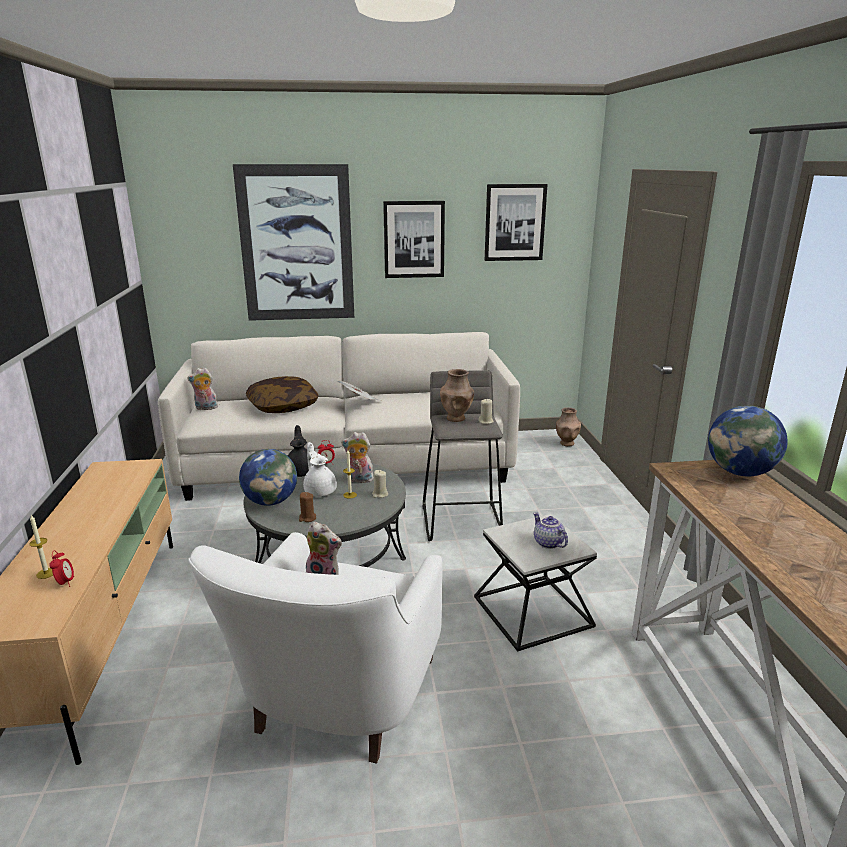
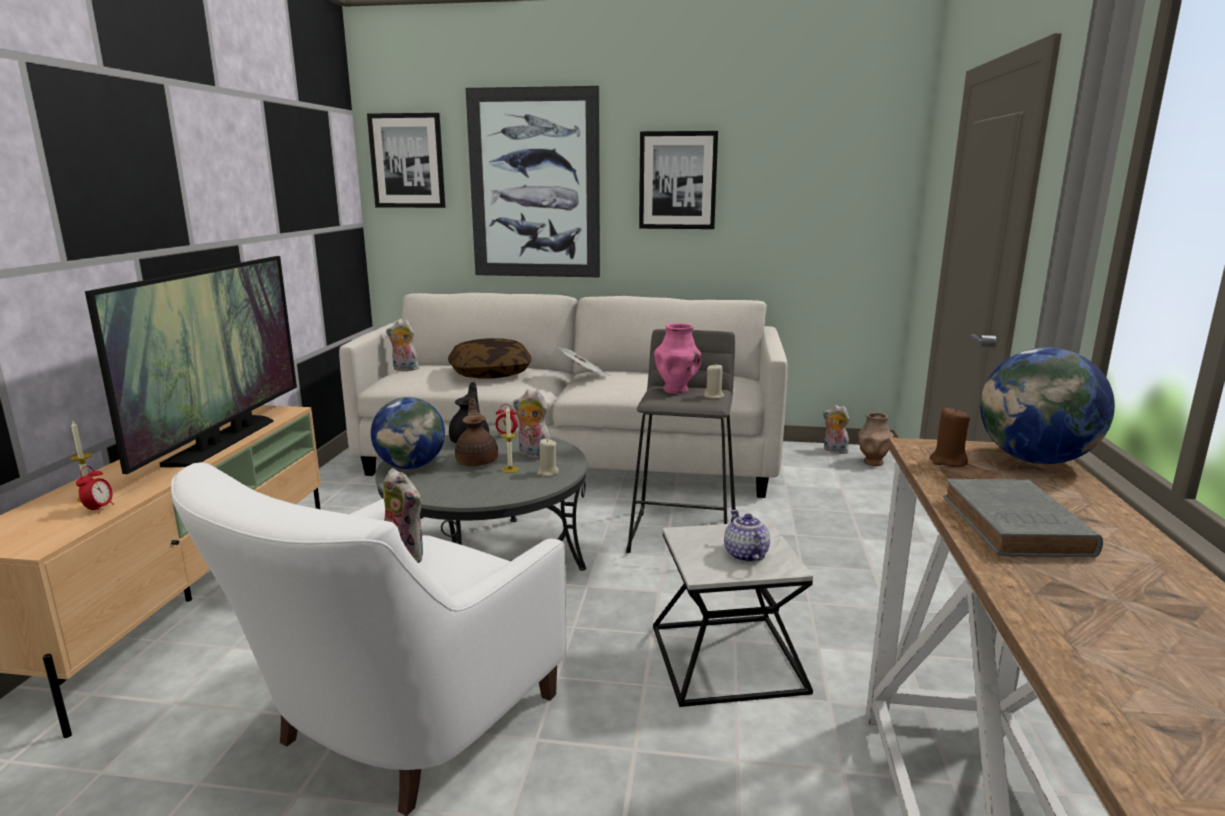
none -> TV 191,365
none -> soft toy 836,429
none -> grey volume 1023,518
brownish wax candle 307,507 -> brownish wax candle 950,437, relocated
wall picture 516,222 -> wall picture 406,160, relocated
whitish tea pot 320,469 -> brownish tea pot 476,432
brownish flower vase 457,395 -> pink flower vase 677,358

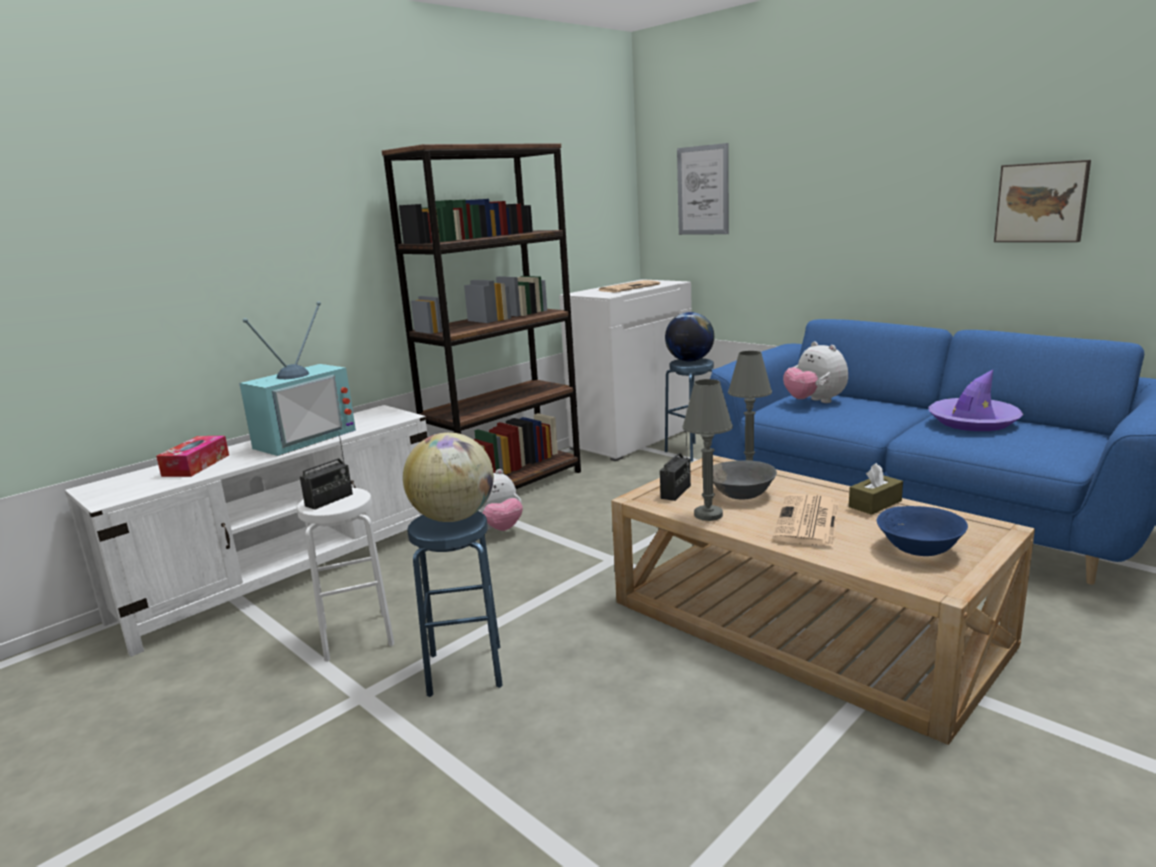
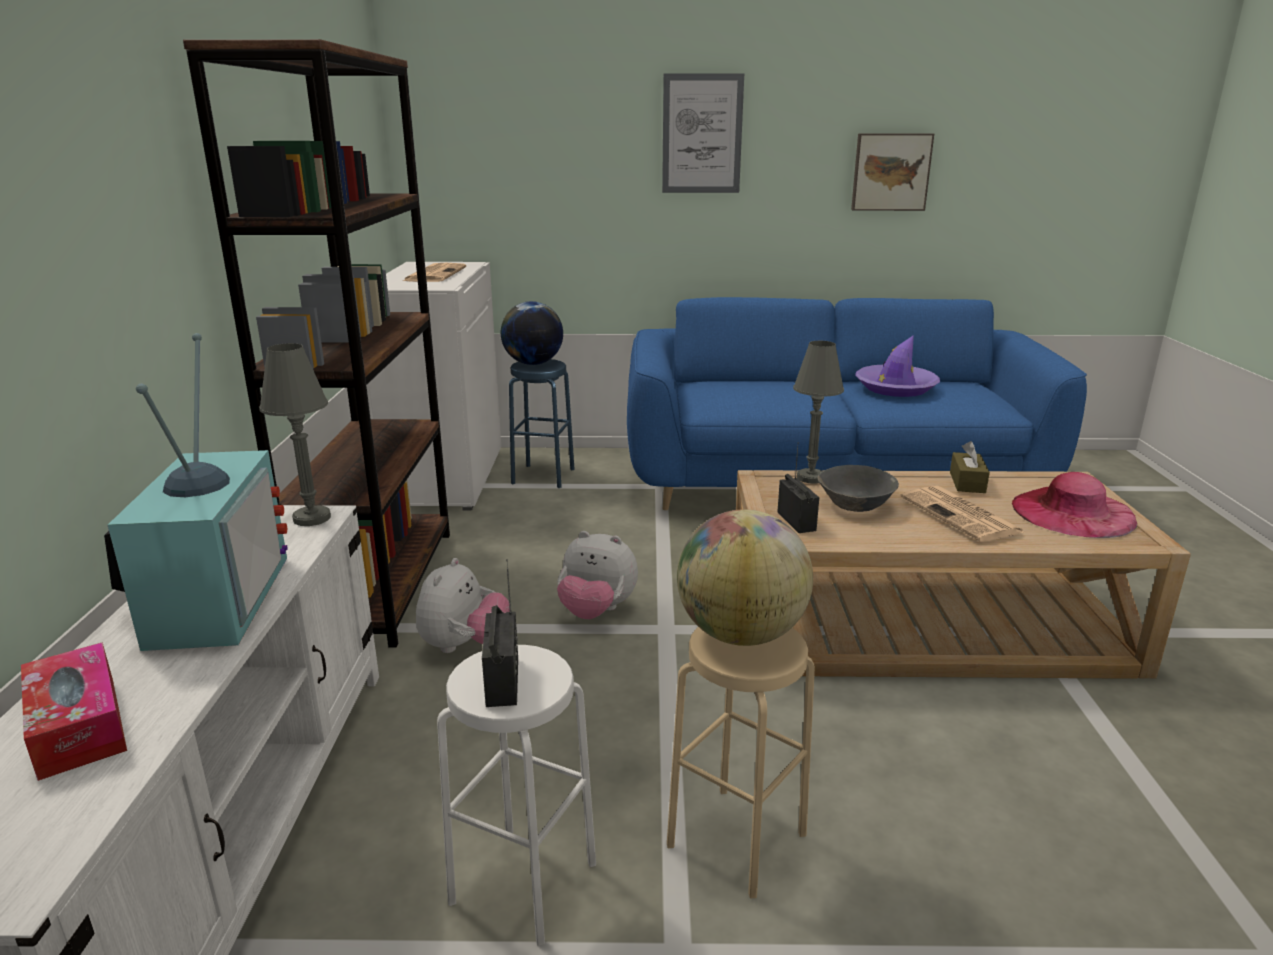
wall picture 703,189 -> wall picture 703,133, relocated
grey table lamp 707,450 -> grey table lamp 295,434, relocated
soft toy 815,372 -> soft toy 597,575, relocated
blue-coloured bowl 922,531 -> pink clothing hat 1074,505
blue-coloured sitting stool 455,604 -> beige sitting stool 741,762

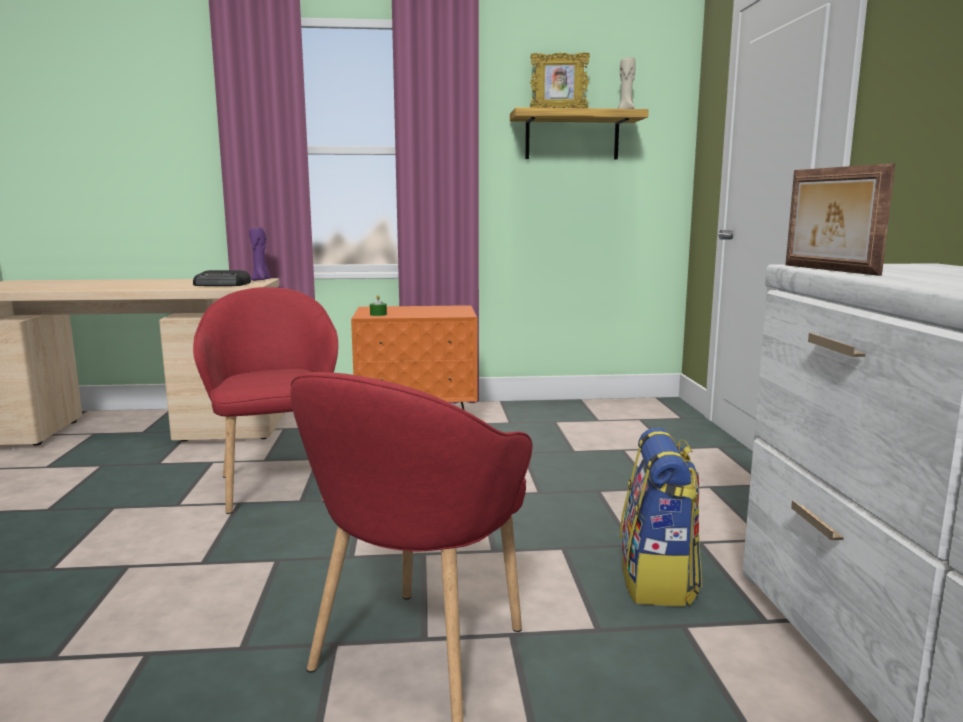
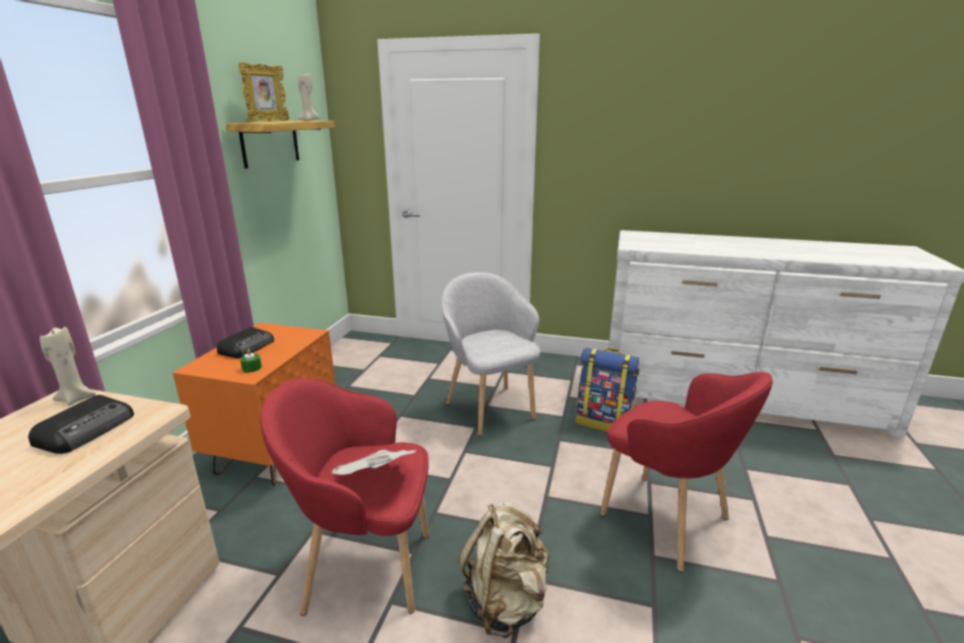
picture frame 840,219 -> none
none -> radio 245,342
none -> printed paper 374,462
none -> grey easy chair 491,354
none -> beige rucksack 504,569
purple wax candle 260,254 -> beige wax candle 68,366

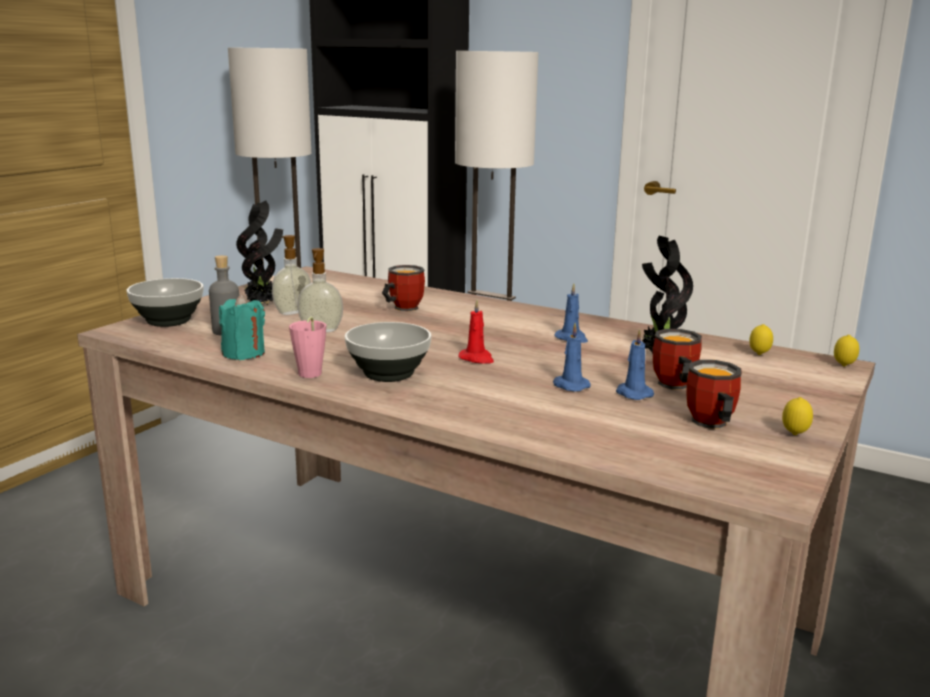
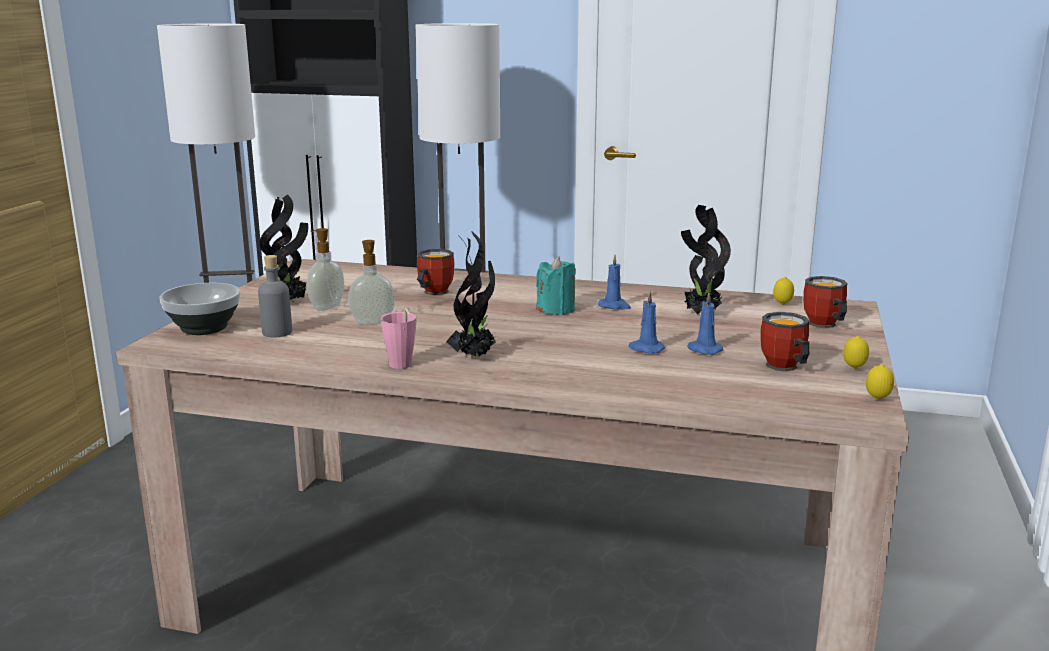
reddish wax candle 476,332 -> none
turquoise-coloured wax candle 242,327 -> turquoise-coloured wax candle 556,285, relocated
mug 677,359 -> mug 825,302, relocated
citrus fruit 846,351 -> citrus fruit 880,382, relocated
bowl 388,352 -> houseplant 472,294

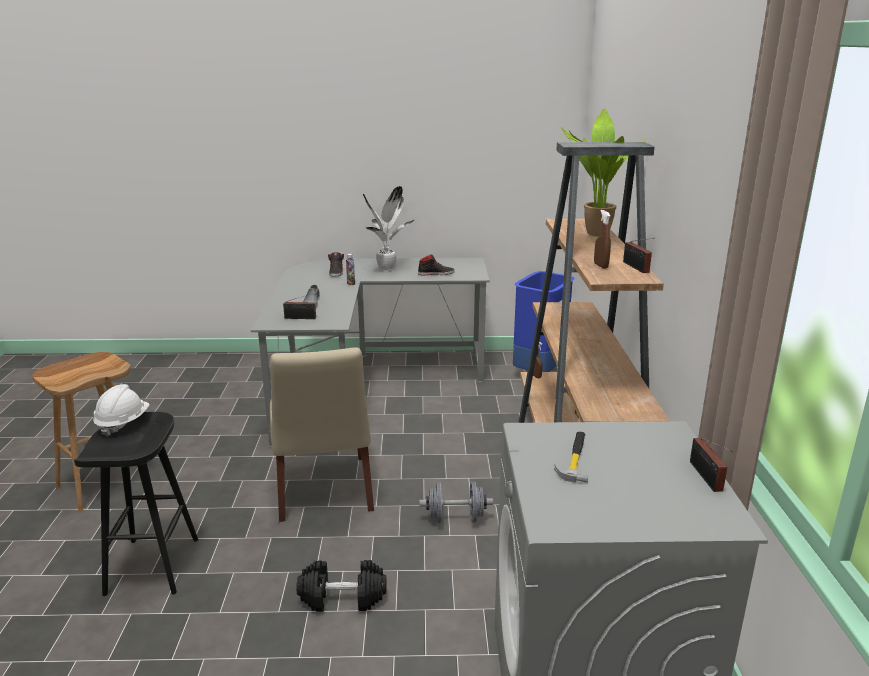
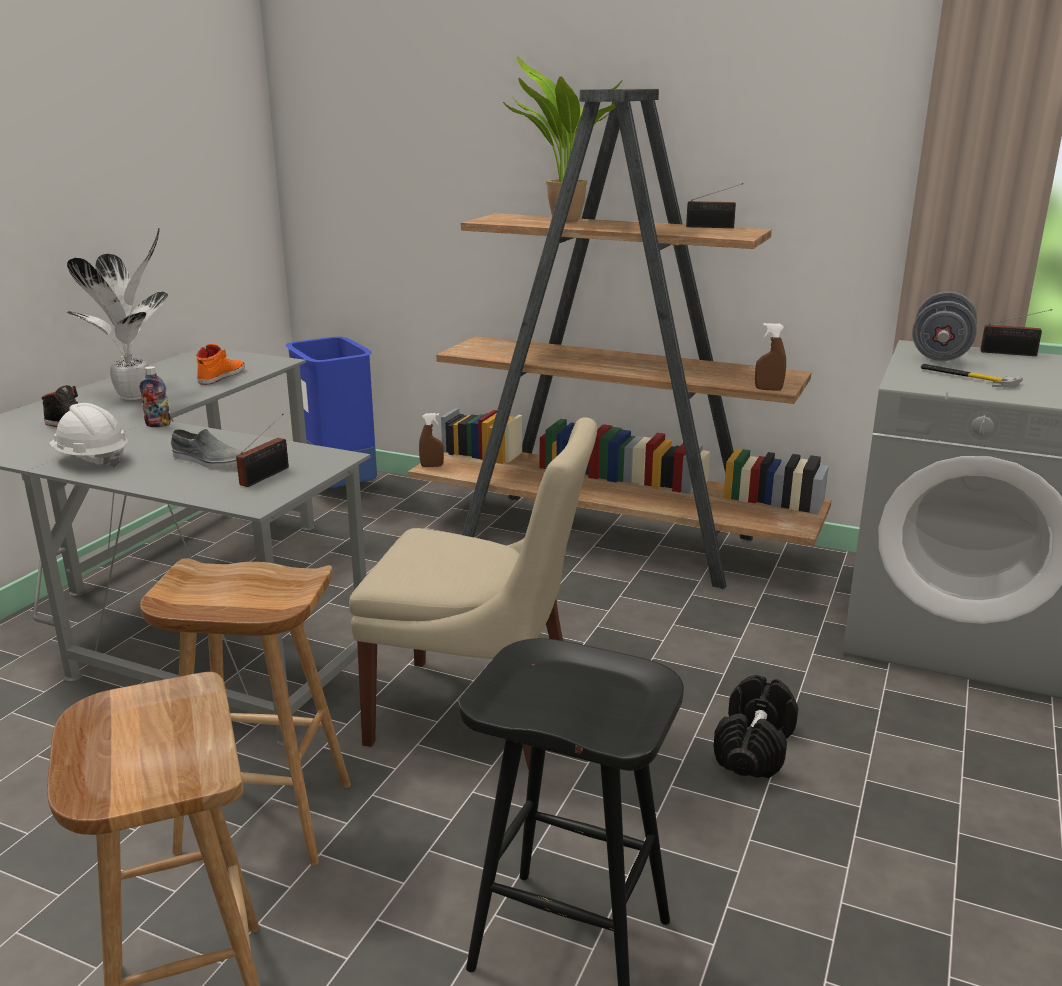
none -> brownish sitting stool 245,711
whitish work helmet 121,410 -> whitish work helmet 88,435, relocated
grey dumbbell 456,502 -> grey dumbbell 944,326, relocated
brownish hand sprayer 602,239 -> brownish hand sprayer 770,357, relocated
black shoe 436,264 -> orangey shoe 220,364

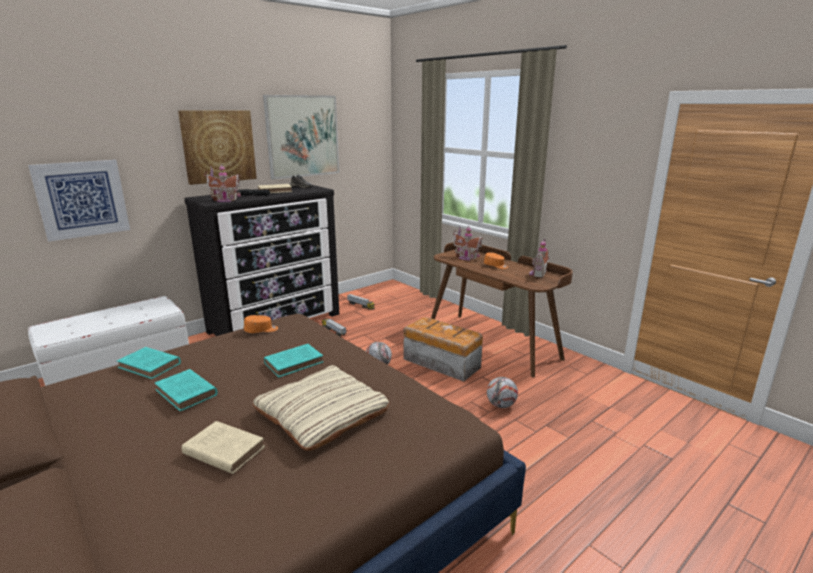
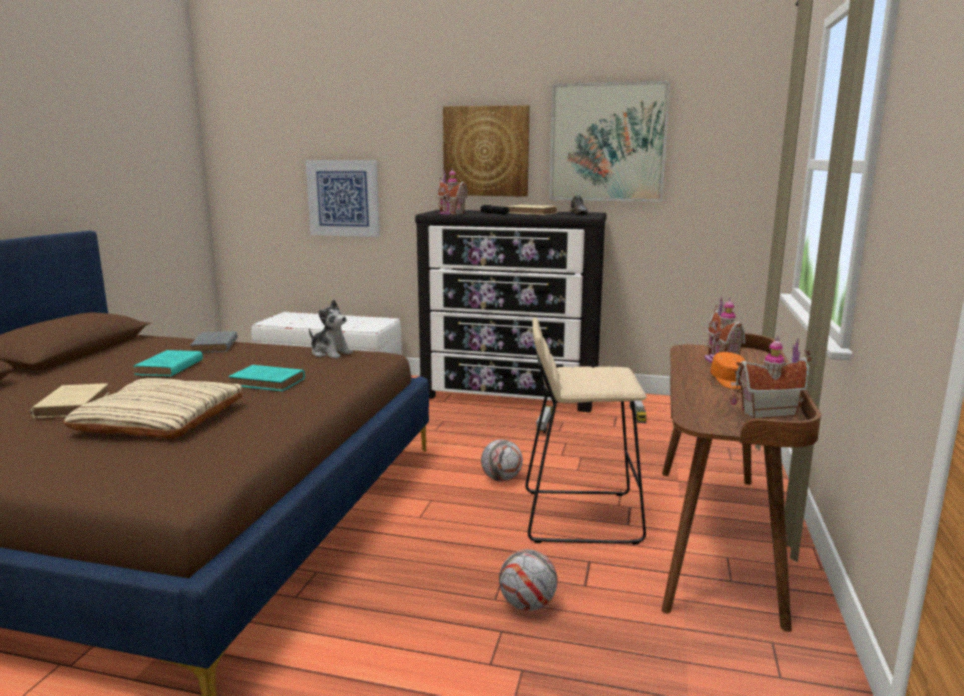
orangey cap 261,324 -> soft toy 331,329
storage container 443,349 -> beige sitting stool 586,431
turquoise-coloured volume 149,363 -> grey volume 214,342

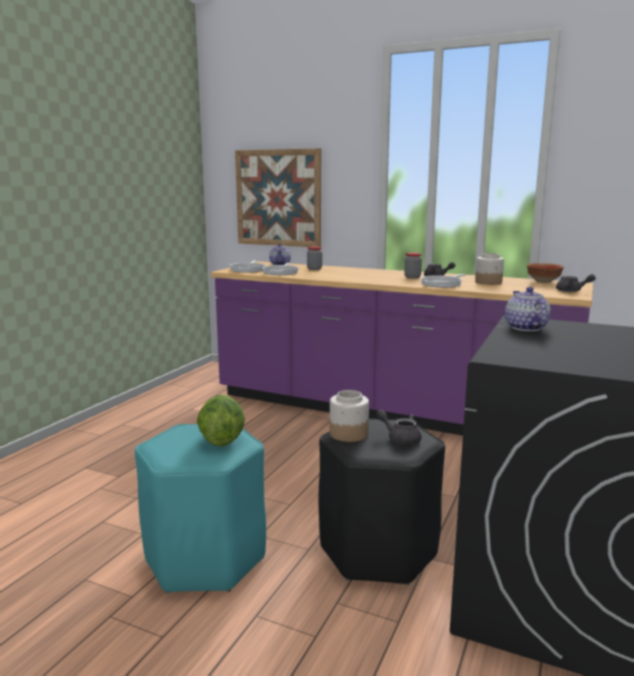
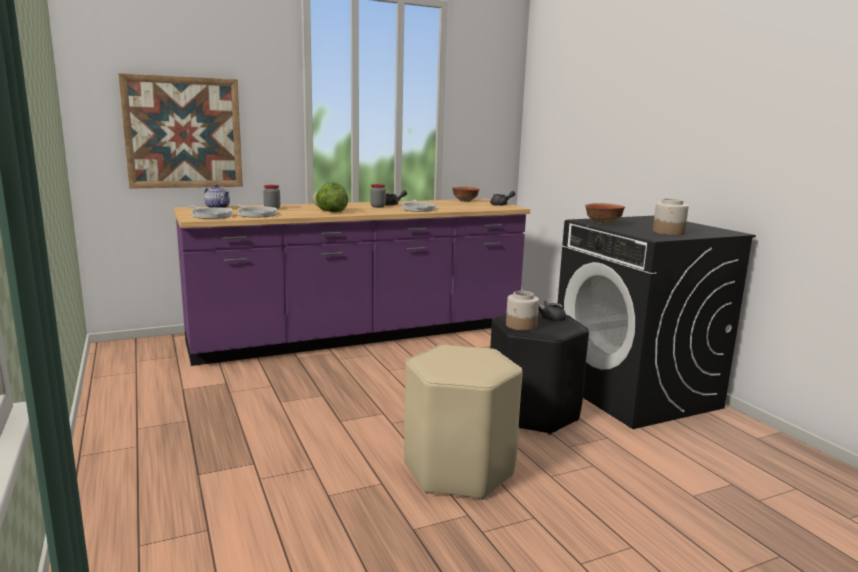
lettuce head 221,421 -> lettuce head 330,197, relocated
jar 489,269 -> jar 671,217, relocated
tea pot 528,309 -> bowl 605,214
turquoise-coloured sitting stool 200,508 -> beige sitting stool 463,422

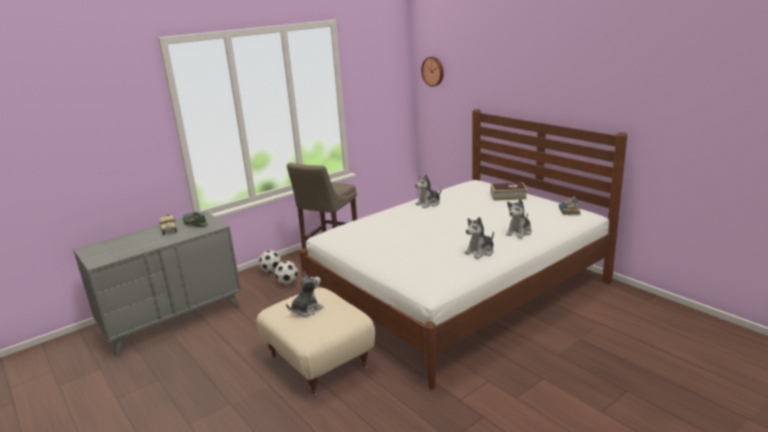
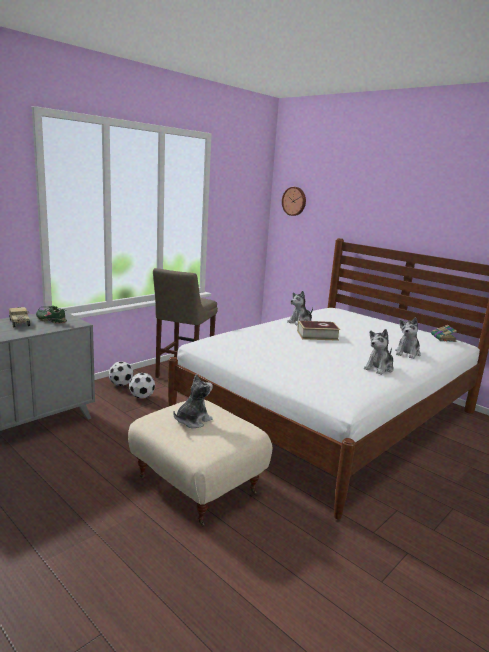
volume 509,191 -> volume 318,331, relocated

